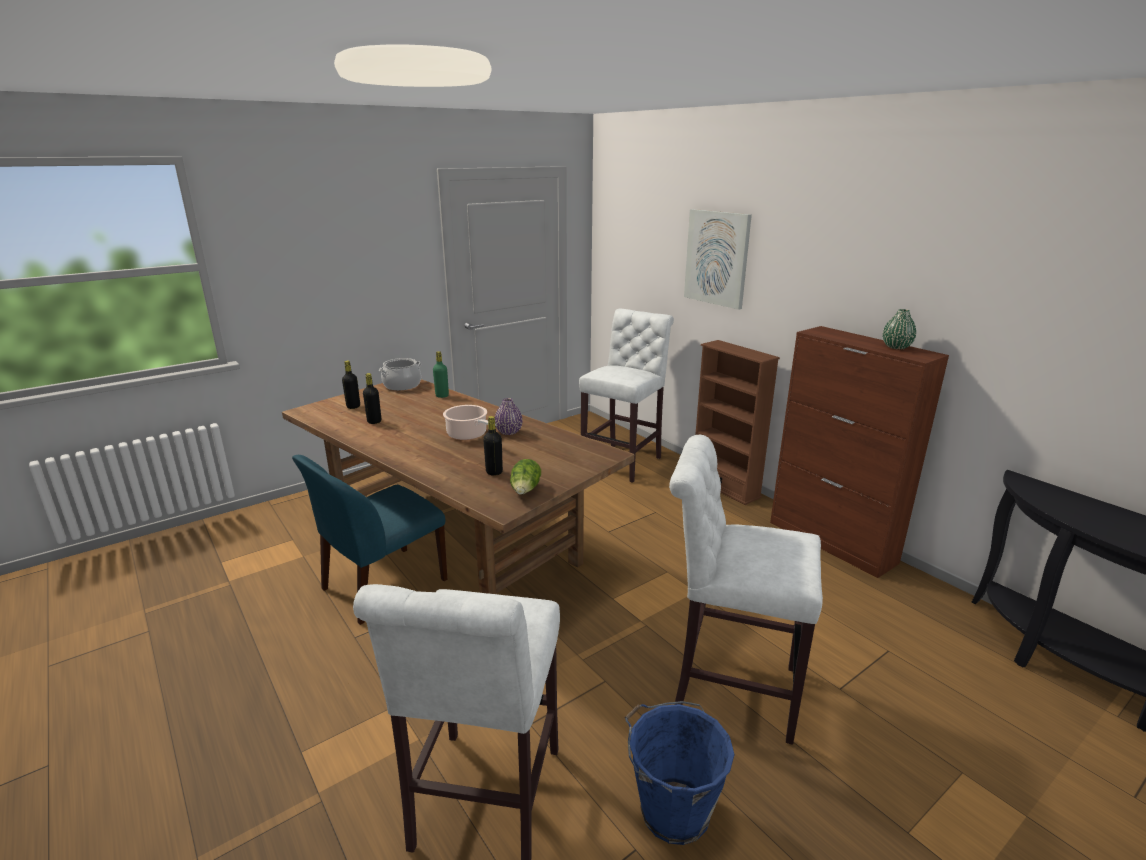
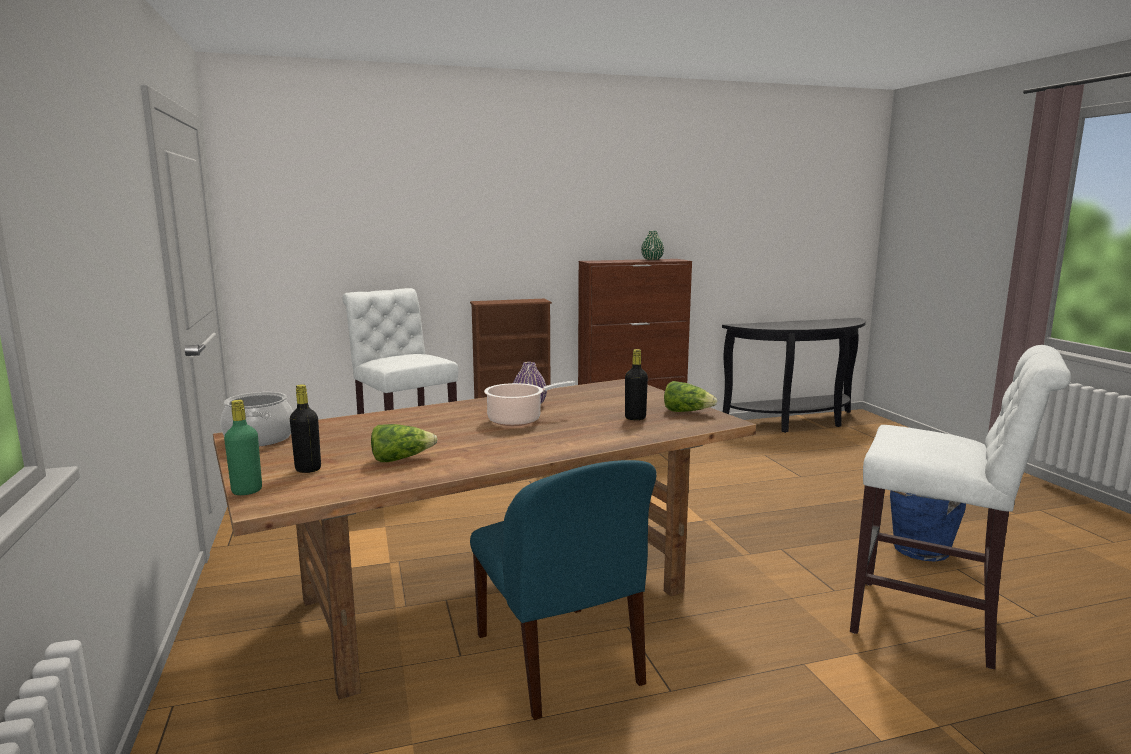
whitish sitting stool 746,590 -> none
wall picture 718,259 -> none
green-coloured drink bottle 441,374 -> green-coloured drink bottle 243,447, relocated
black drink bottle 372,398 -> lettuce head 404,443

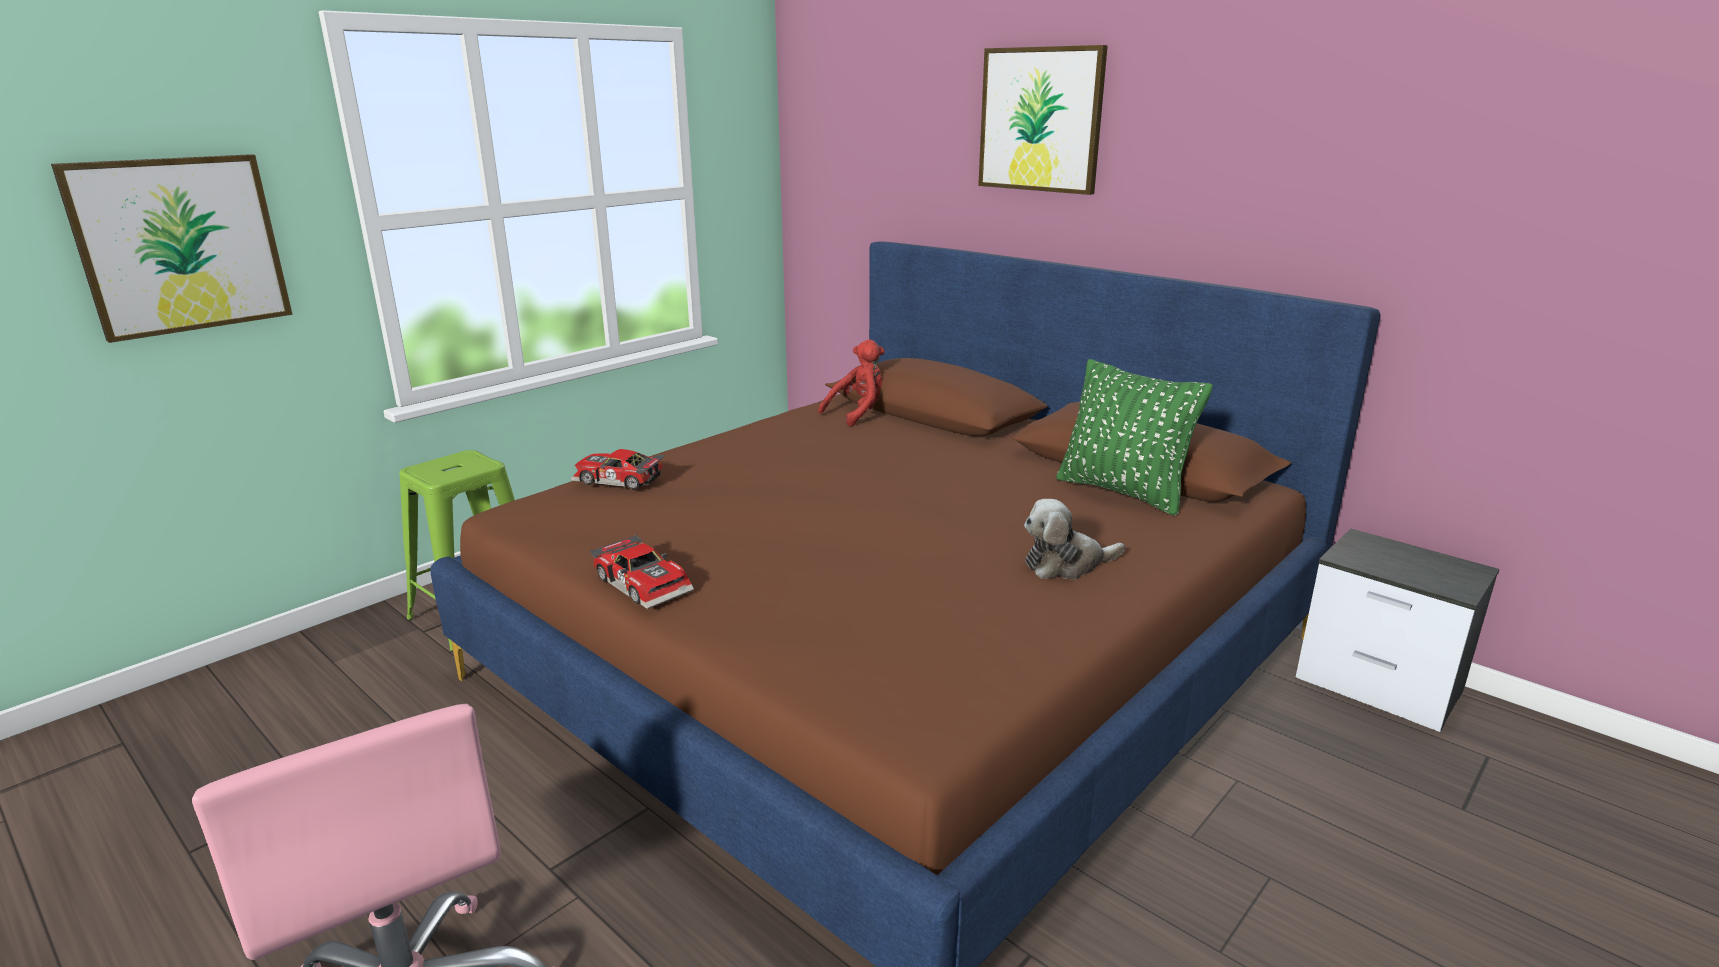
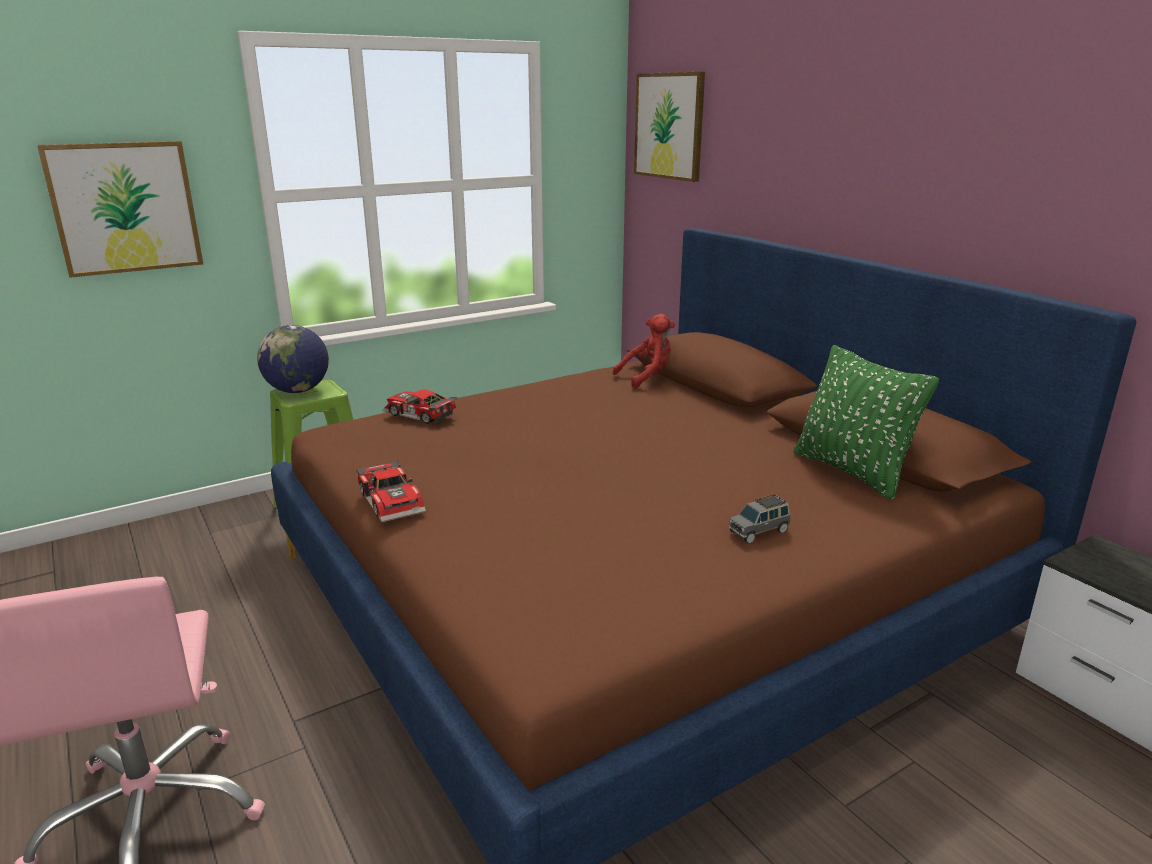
none -> world globe 293,359
wall picture 1043,120 -> wall picture 669,127, relocated
soft toy 1074,539 -> grey toy car 759,519

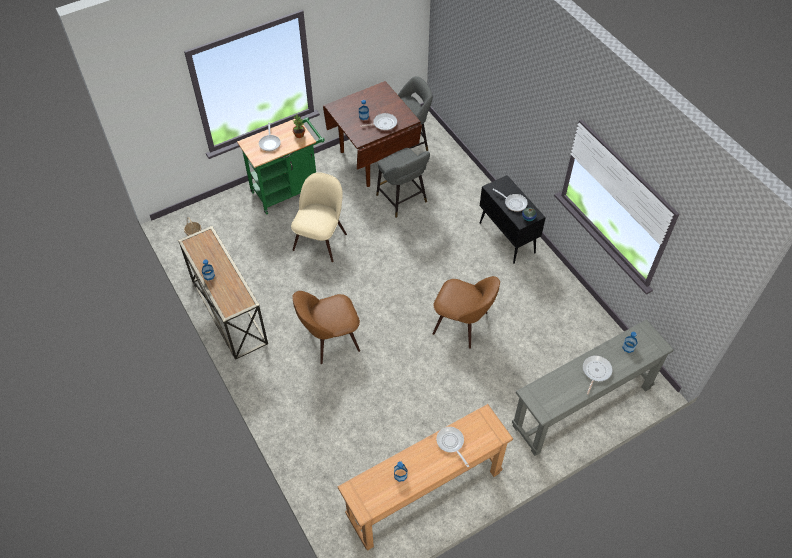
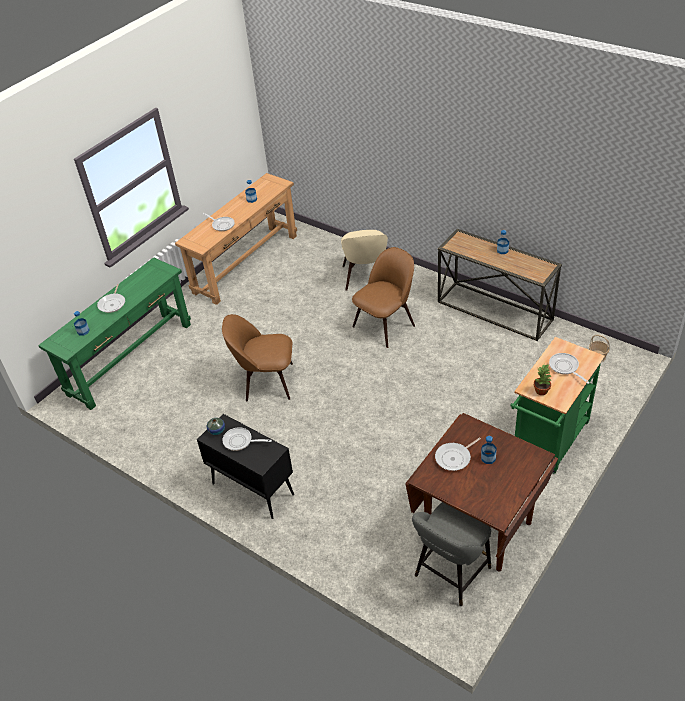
grey sitting stool 403,183 -> none
beige upright chair 319,217 -> beige upright chair 364,260, relocated
grey console table 593,387 -> green-coloured console table 114,333

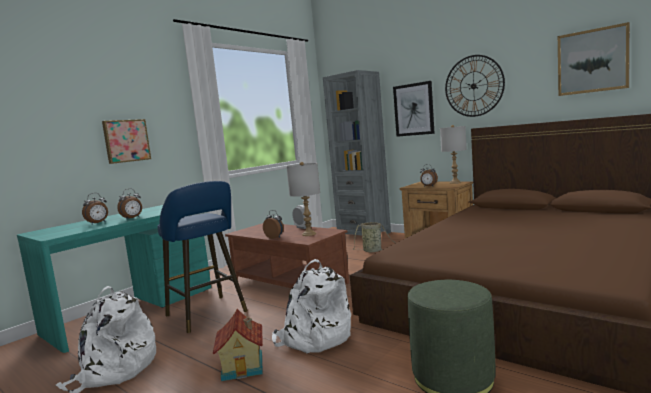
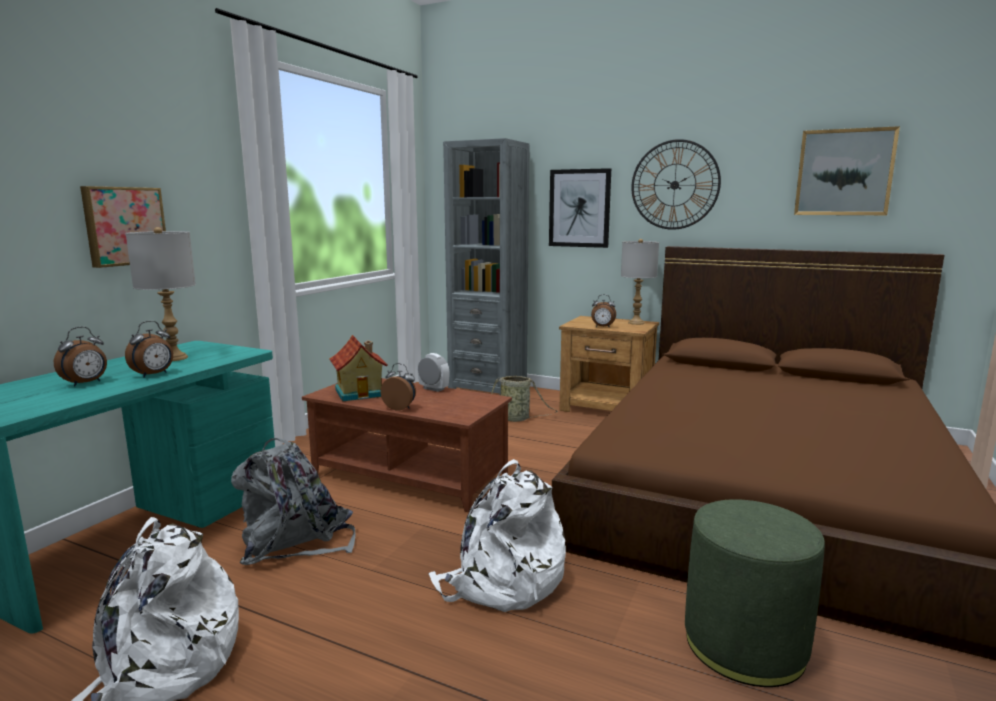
toy house 238,345 -> toy house 359,368, relocated
grey table lamp 303,199 -> grey table lamp 161,294, relocated
blue-coloured sitting stool 203,257 -> grey rucksack 293,501

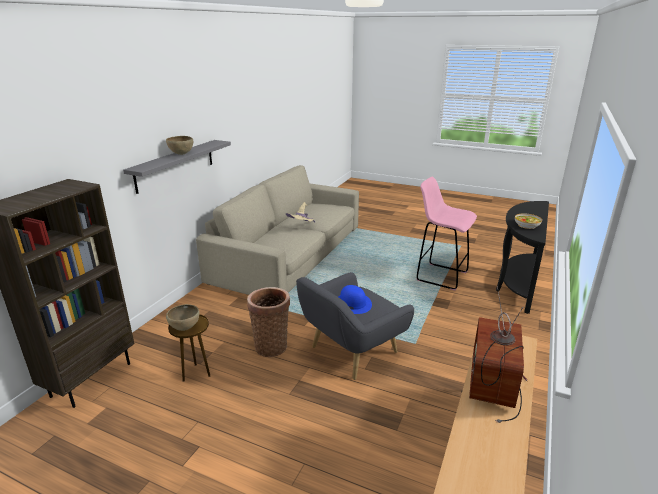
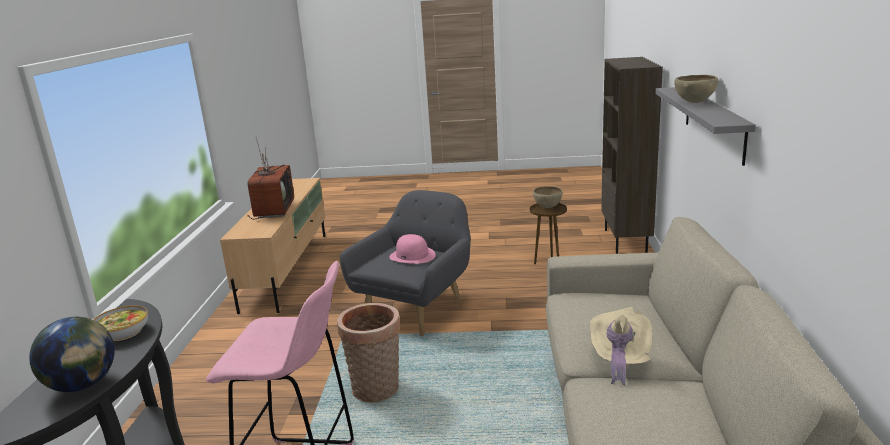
none -> world globe 72,354
storage basket 268,322 -> storage basket 368,353, relocated
blue-coloured clothing hat 355,299 -> pink clothing hat 413,249

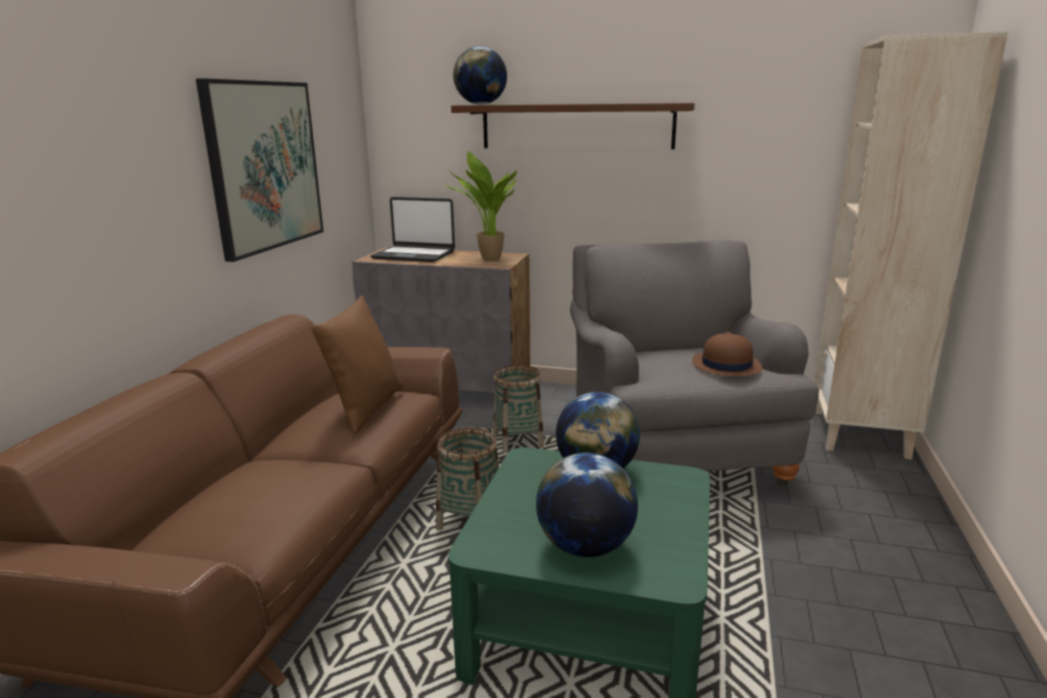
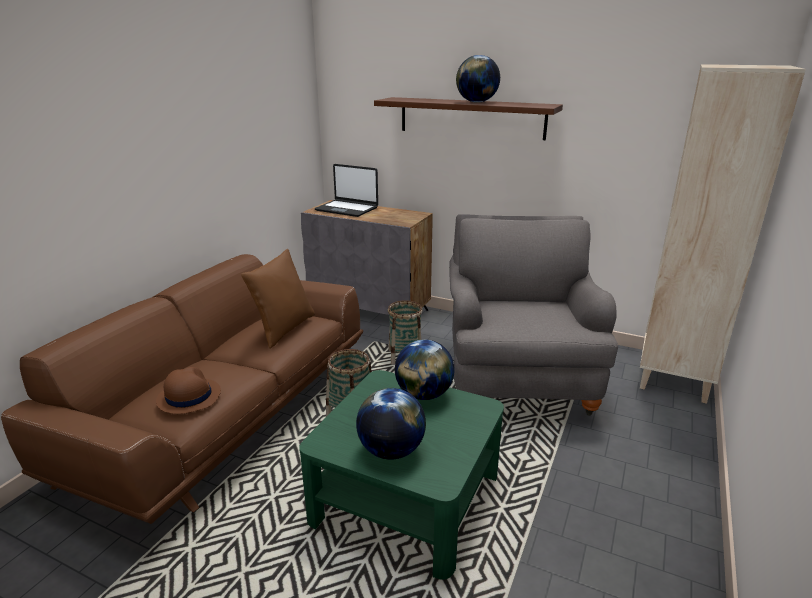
wall picture 260,170 -> none
houseplant 481,206 -> none
world globe 480,75 -> world globe 478,79, relocated
brownish clothing hat 727,354 -> brownish clothing hat 188,390, relocated

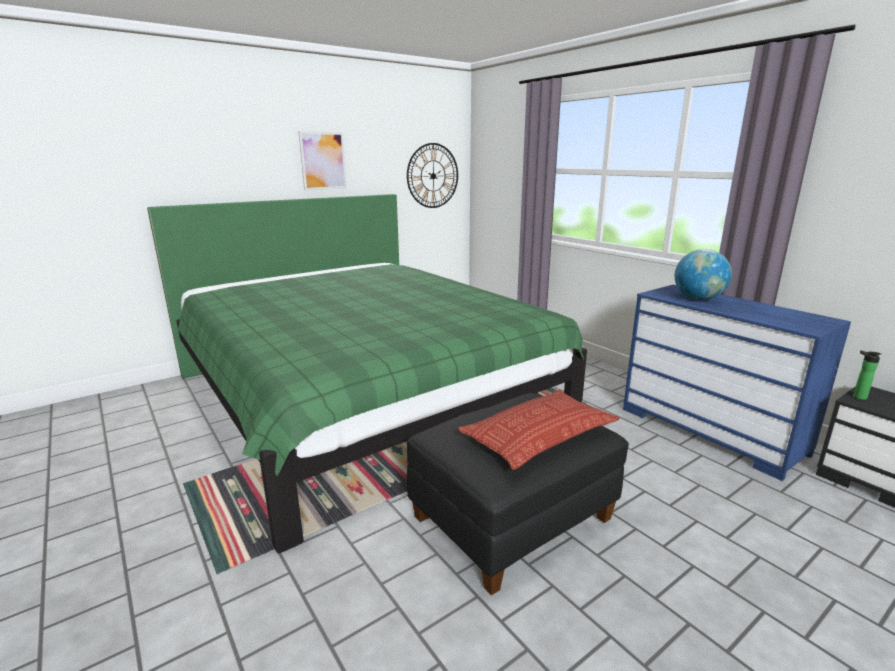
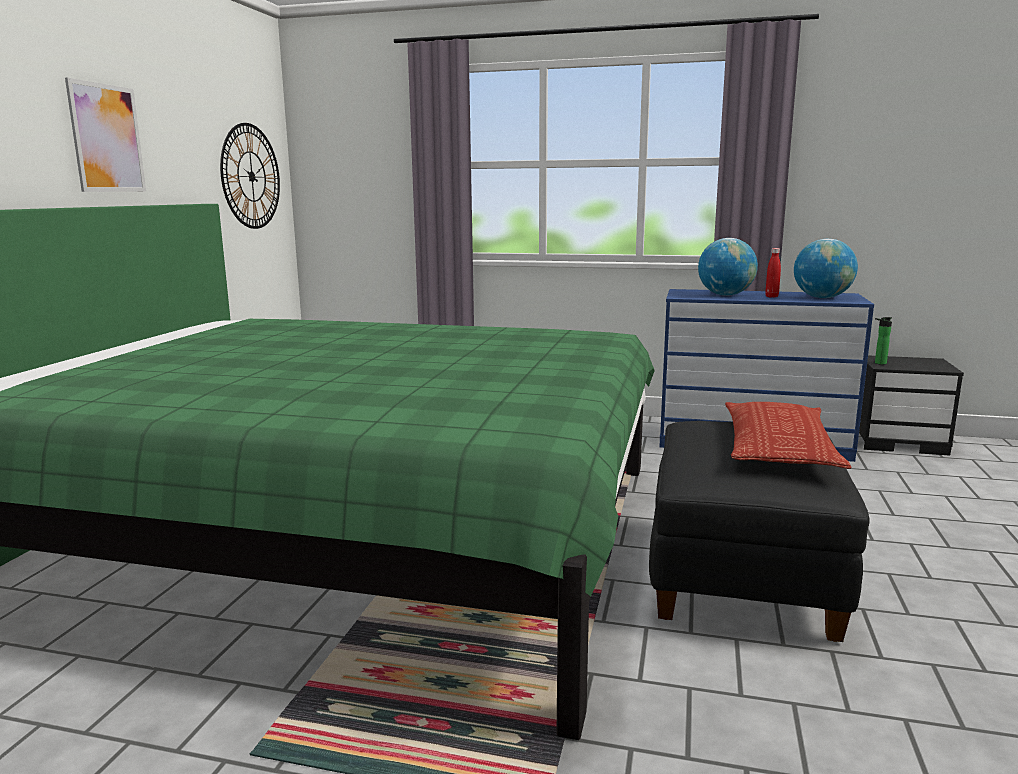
none -> reddish drink bottle 773,273
none -> world globe 826,268

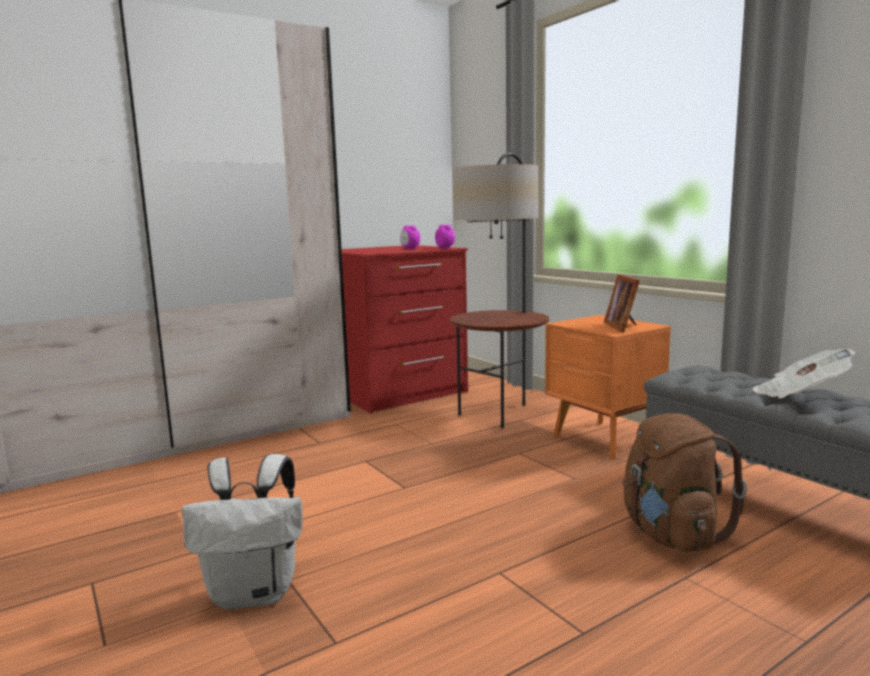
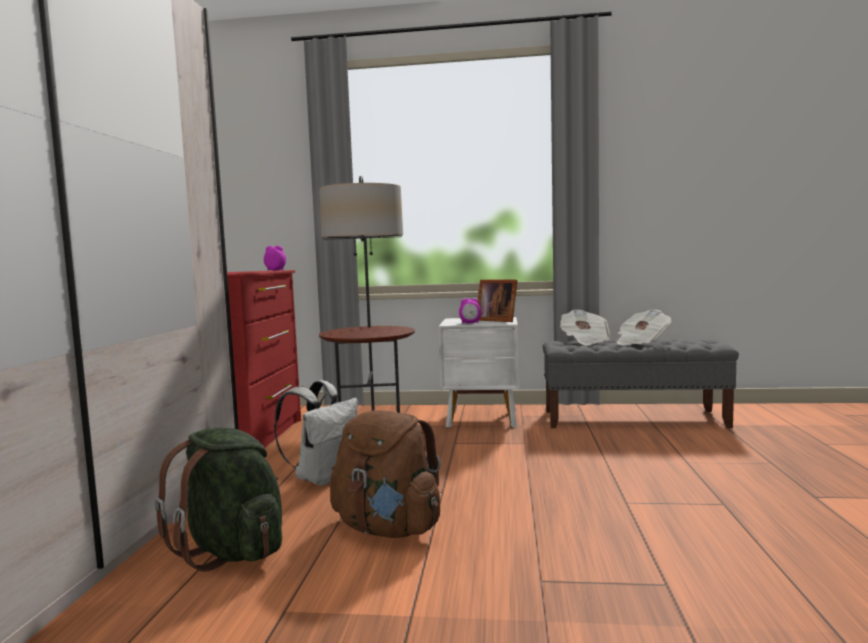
none -> green-coloured rucksack 218,499
none -> printed paper 585,327
whitish rucksack 242,532 -> whitish rucksack 316,433, relocated
bedside clock 410,237 -> bedside clock 470,310, relocated
brownish rucksack 684,482 -> brownish rucksack 385,474, relocated
orangey bedside table 608,387 -> whitish bedside table 478,372

